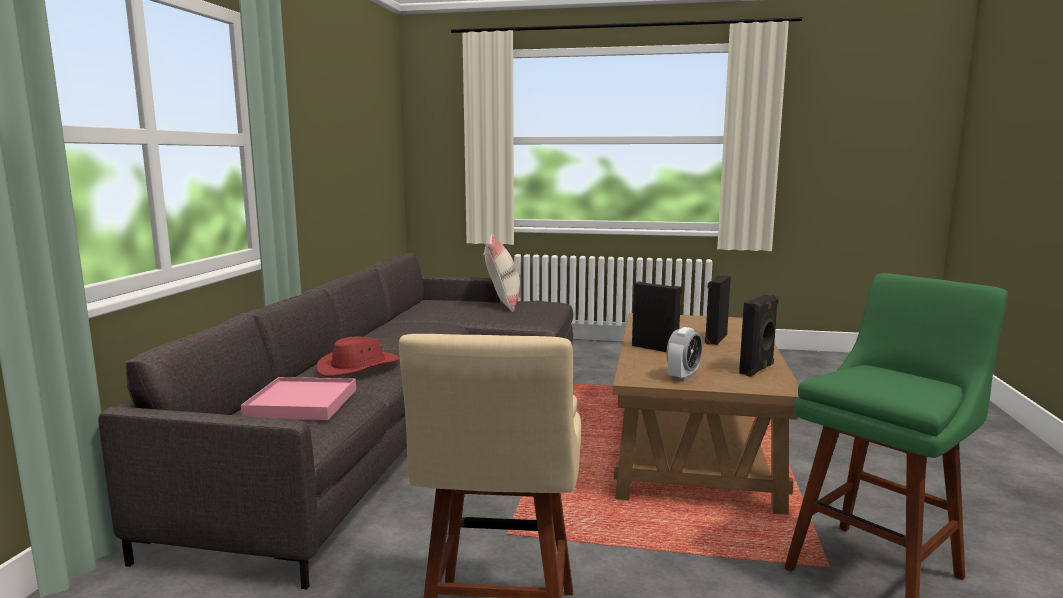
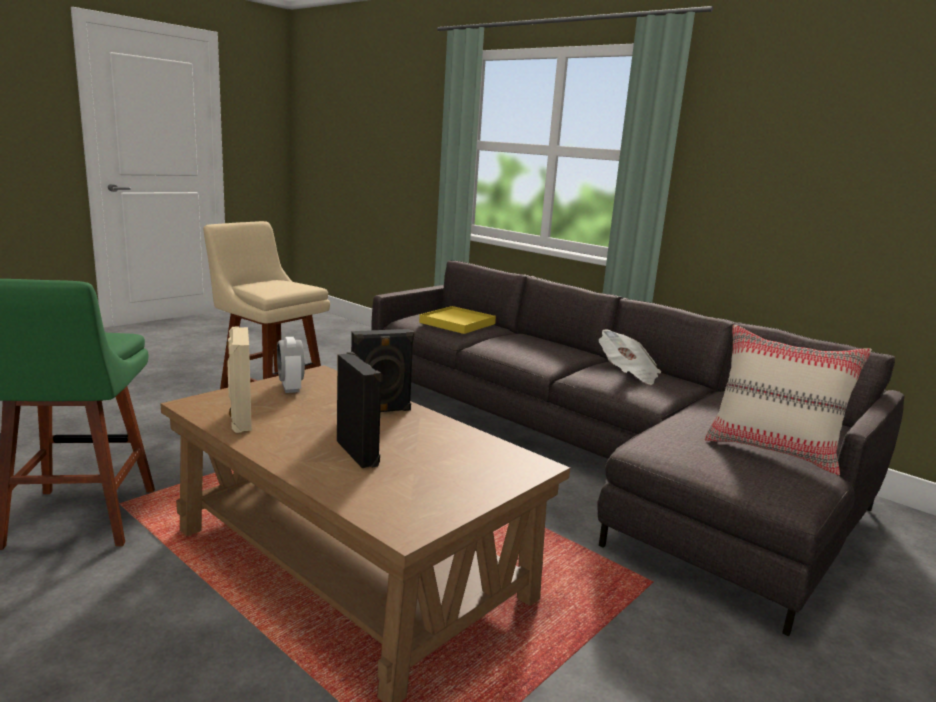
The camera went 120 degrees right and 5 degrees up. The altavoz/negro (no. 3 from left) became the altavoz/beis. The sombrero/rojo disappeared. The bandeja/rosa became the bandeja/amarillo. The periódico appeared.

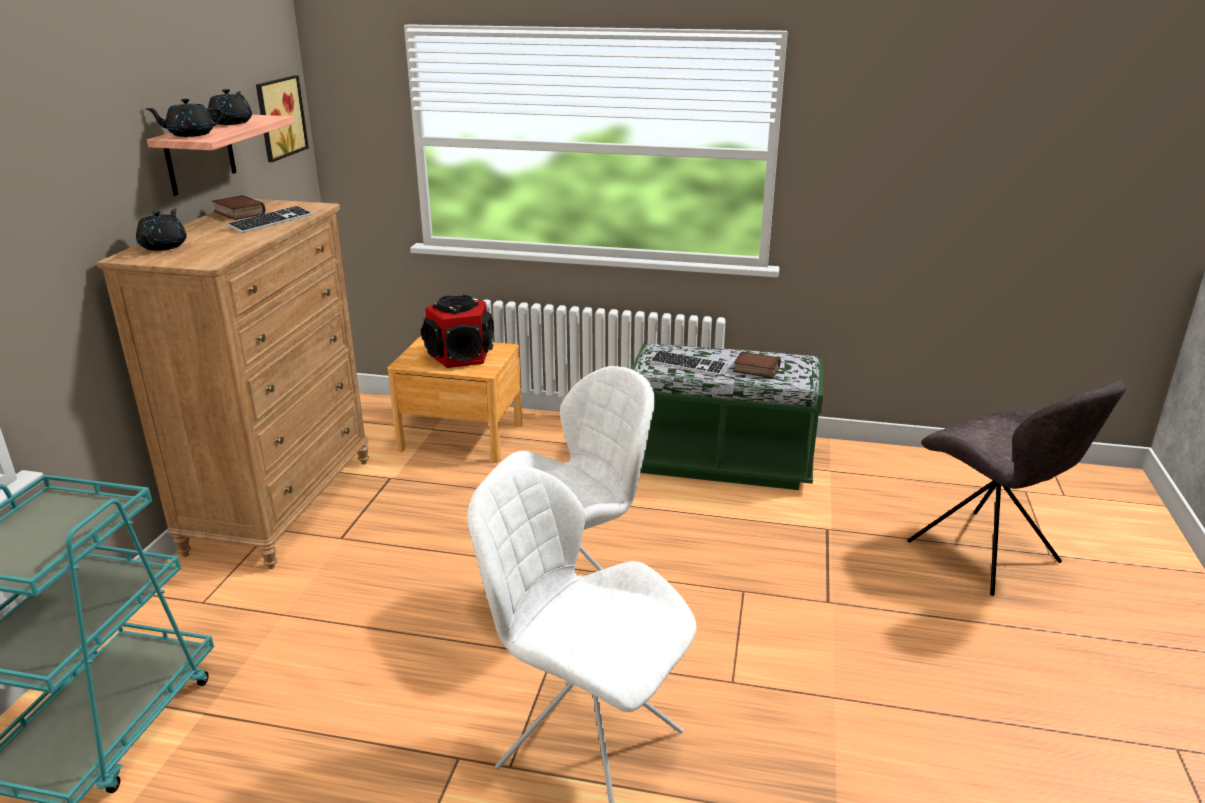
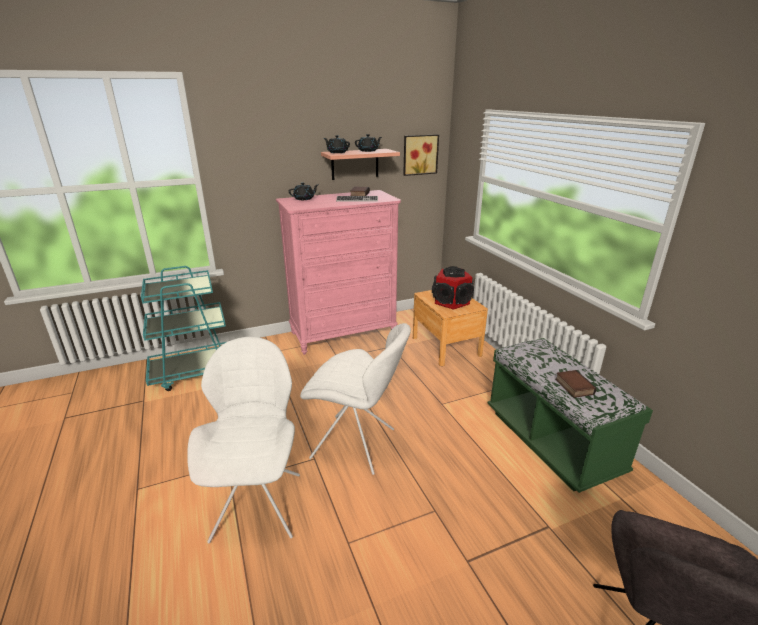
The camera went 55 degrees right and 0 degrees up. The cómoda/marrón became the cómoda/rosa. The teclado (no. 2 from left) disappeared.

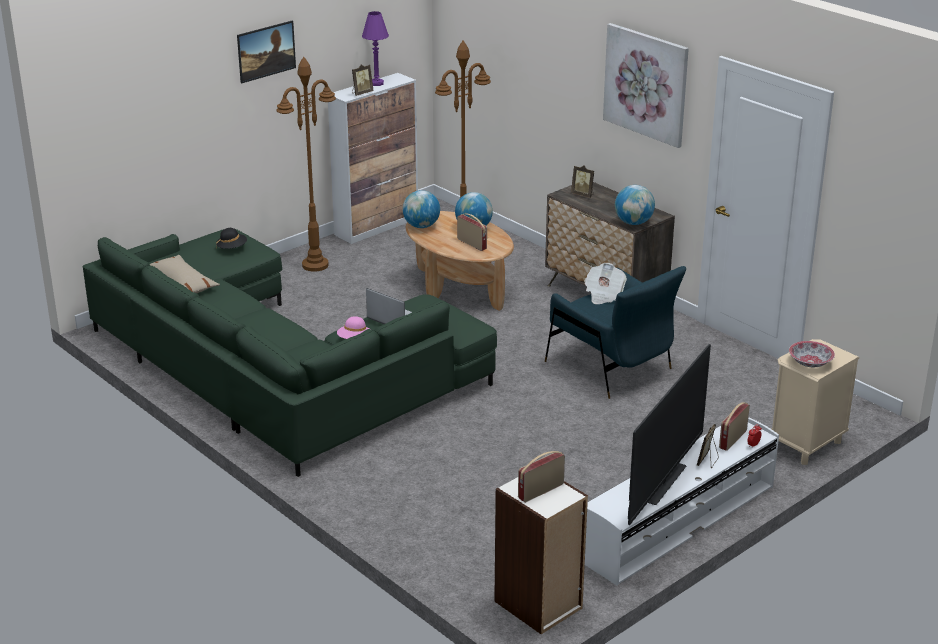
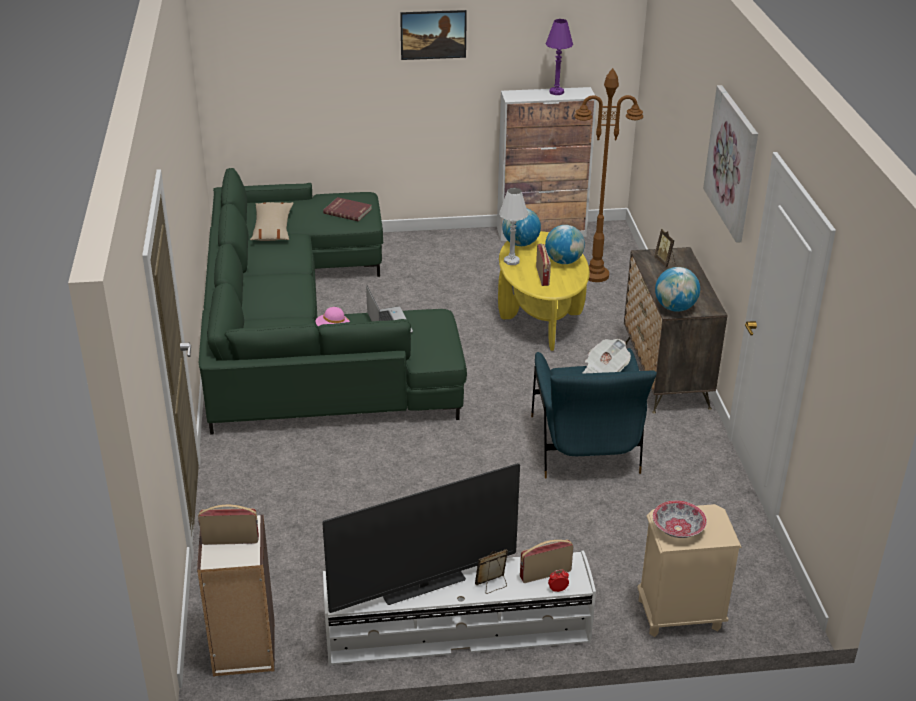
The camera went 35 degrees right and 5 degrees up. The lámpara de pie/marrón (no. 1 from left) disappeared. The portarretratos (no. 1 from left) disappeared. The mesa de centro/marrón became the mesa de centro/amarillo. The sombrero/negro was replaced by the libro/rojo. The lámpara de mesa/blanco appeared.

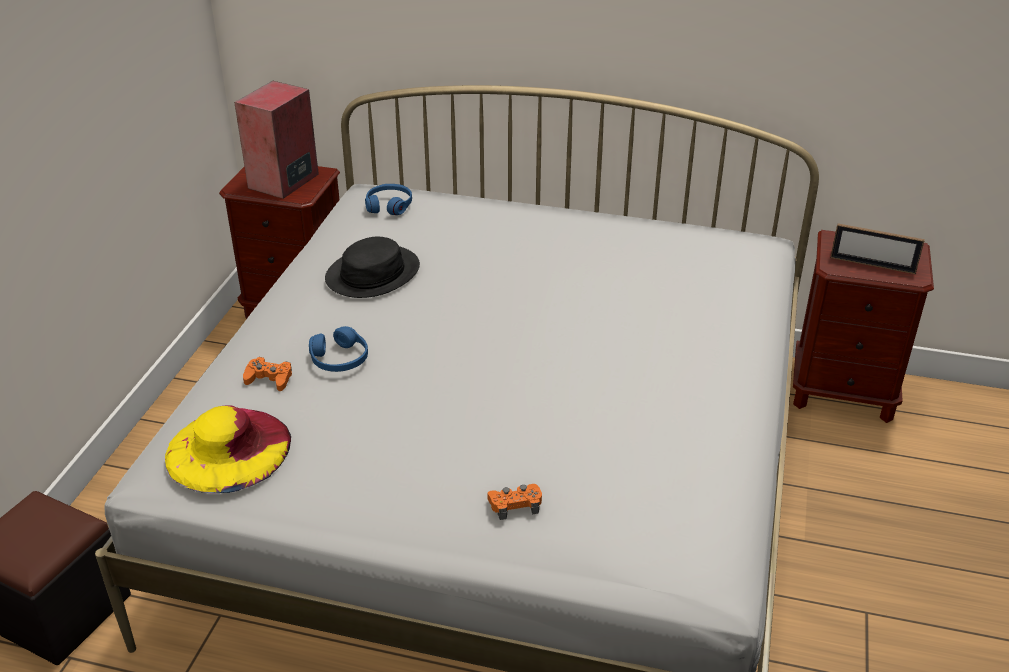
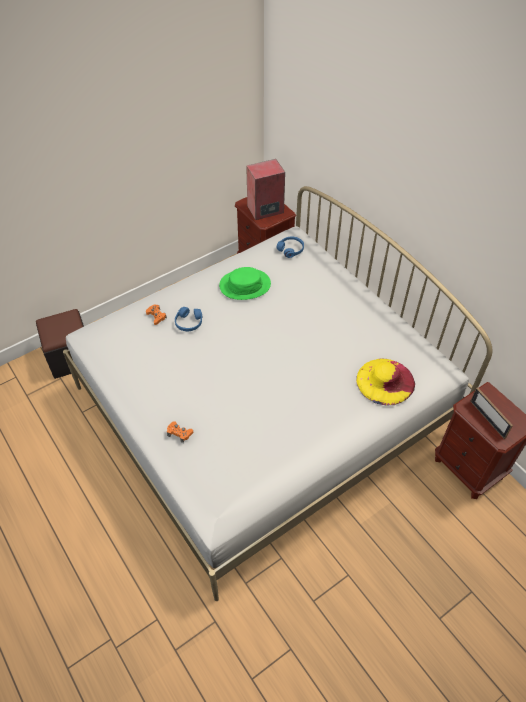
The camera went 40 degrees right and 15 degrees up. The sombrero/negro became the sombrero/verde. The sombrero/amarillo moved.

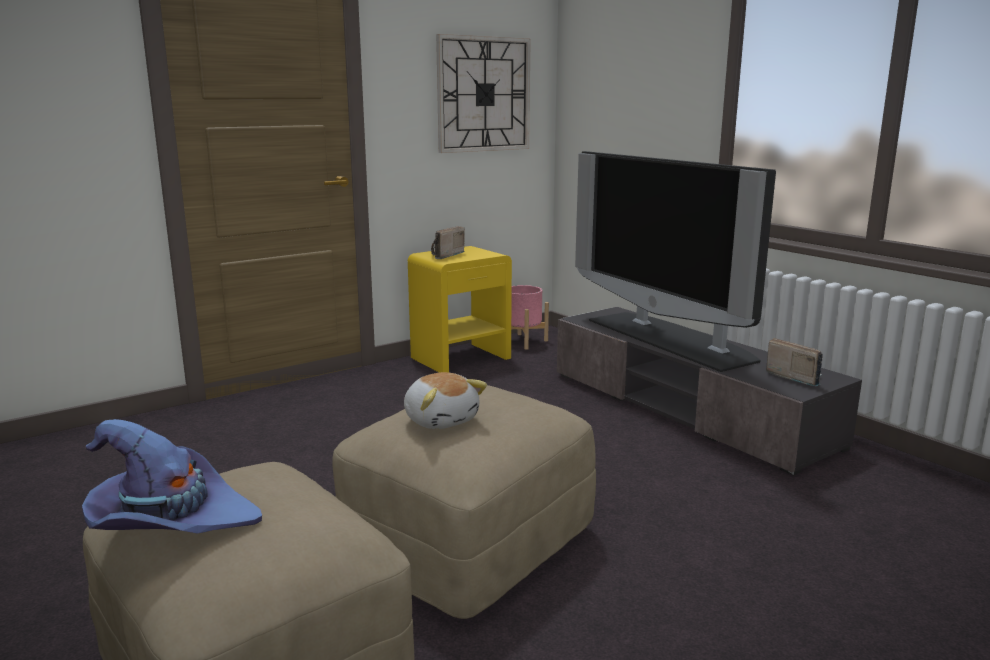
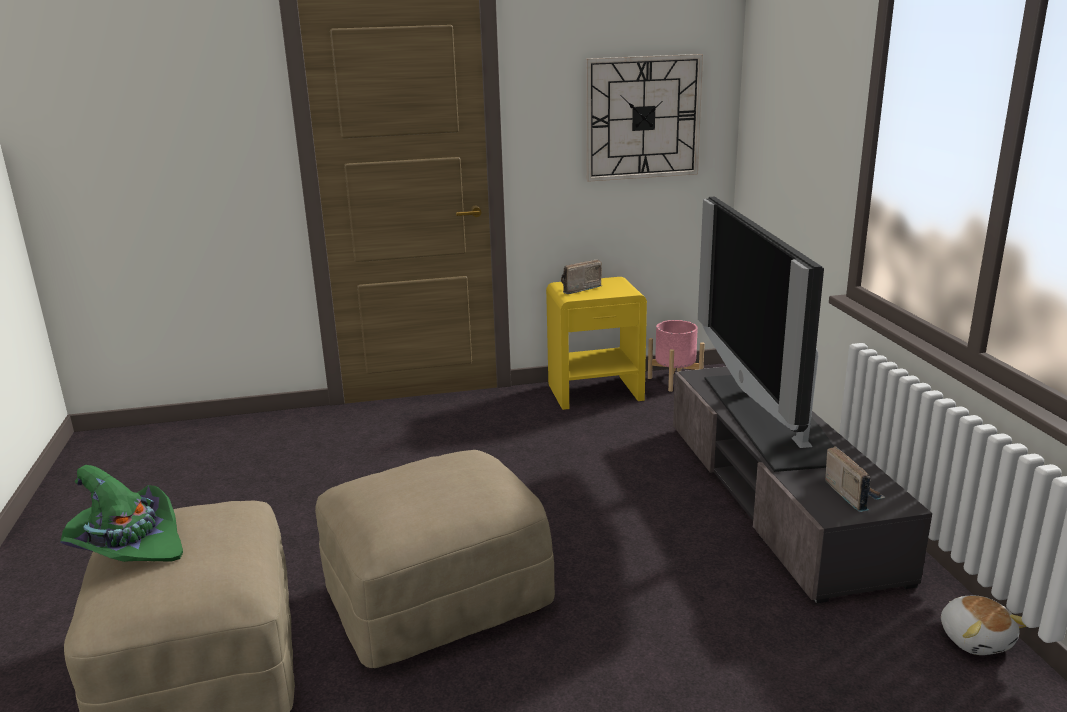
The camera went 25 degrees right and 5 degrees up. The peluche moved. The sombrero/morado became the sombrero/verde.

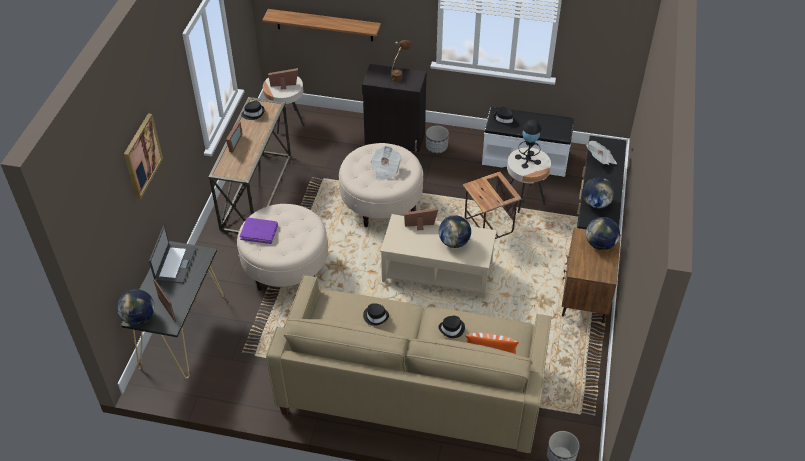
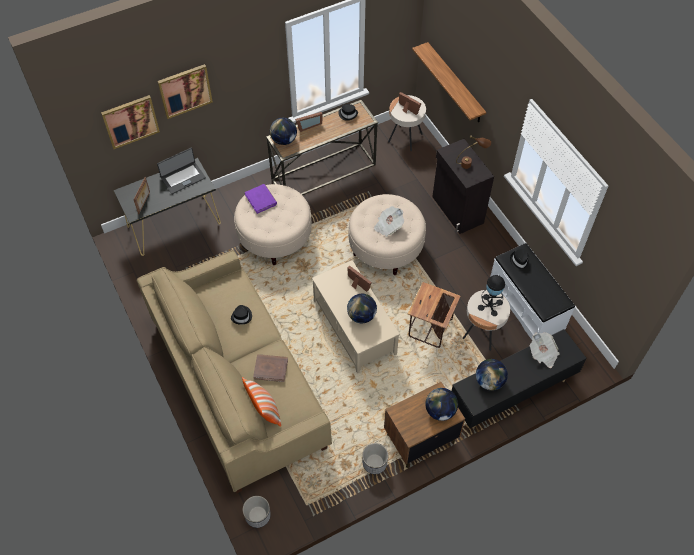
The camera went 50 degrees right and 10 degrees up. The maceta (no. 1 from left in the first image) moved. The globo terráqueo (no. 1 from left) moved. The sombrero/negro (no. 3 from left) was replaced by the libro/marrón. The cuadro (no. 1 from left) appeared.

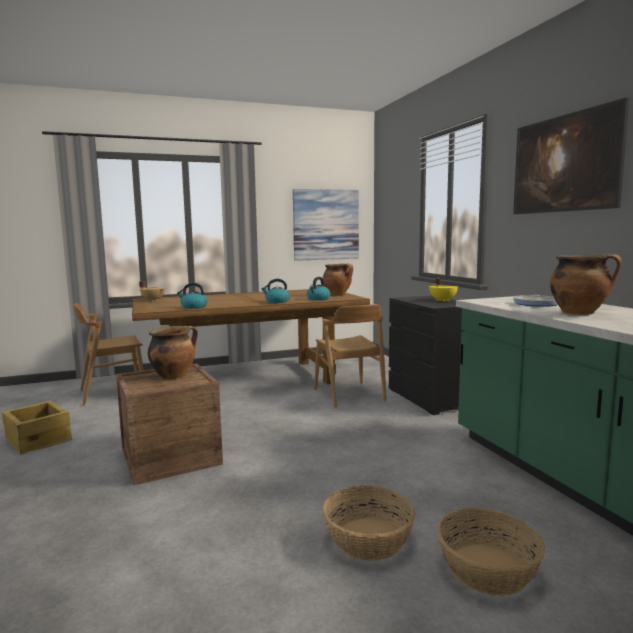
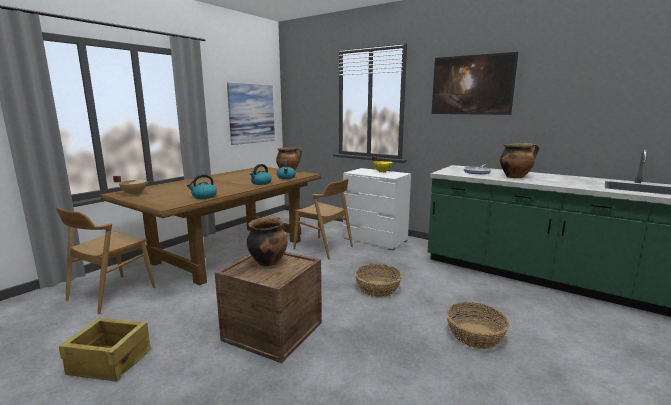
The camera went 35 degrees left and 5 degrees up. The cómoda/negro became the cómoda/blanco. The cesta (no. 2 from left in the first image) moved.

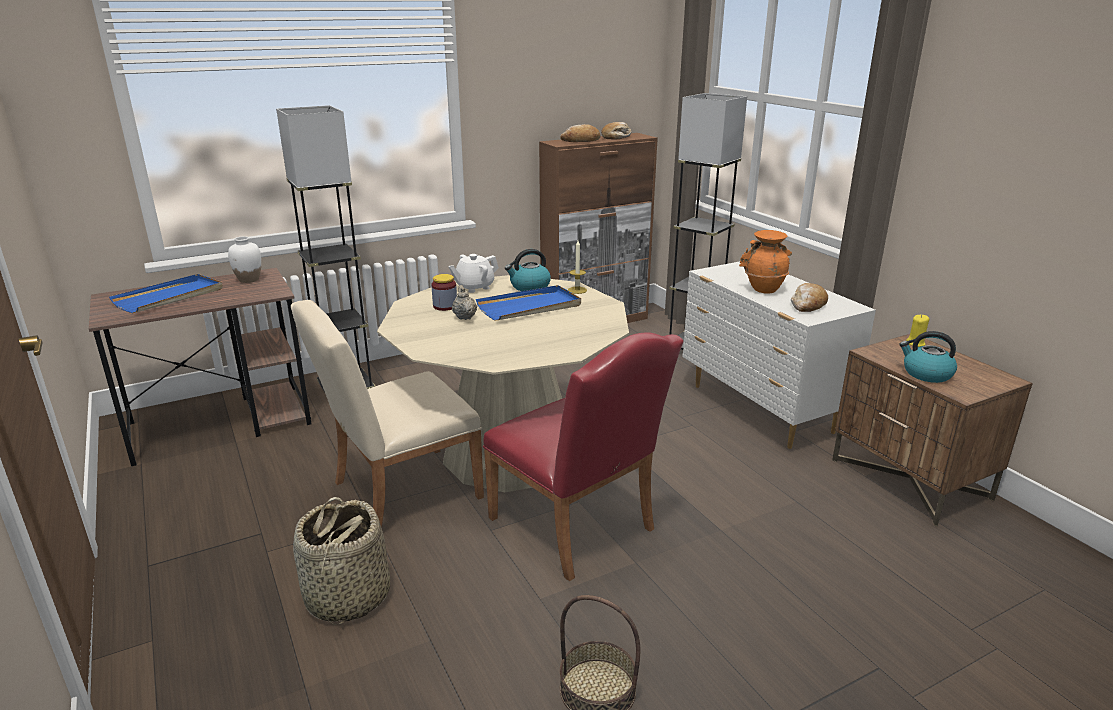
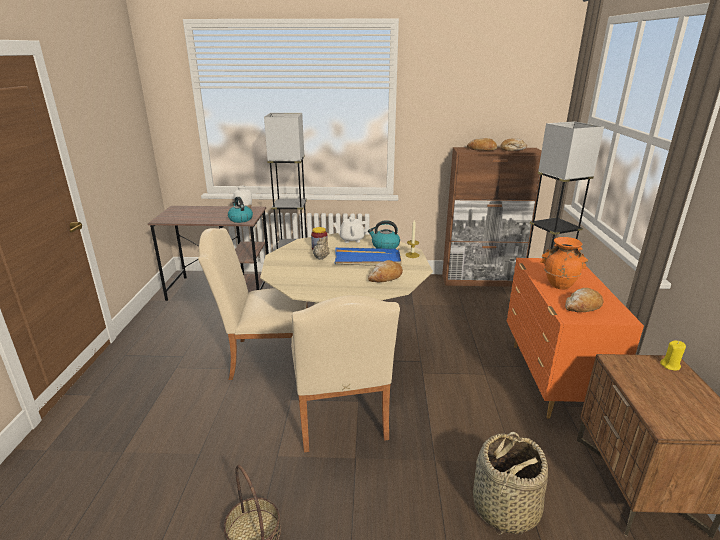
The camera went 30 degrees right and 0 degrees up. The cómoda/blanco became the cómoda/naranja. The bandeja/azul (no. 1 from left) disappeared. The hervidor (no. 2 from left in the first image) moved. The silla/rojo became the silla/beis (no. 2 from left). The cesta (no. 1 from left in the first image) moved. The pan (no. 1 from left) appeared.

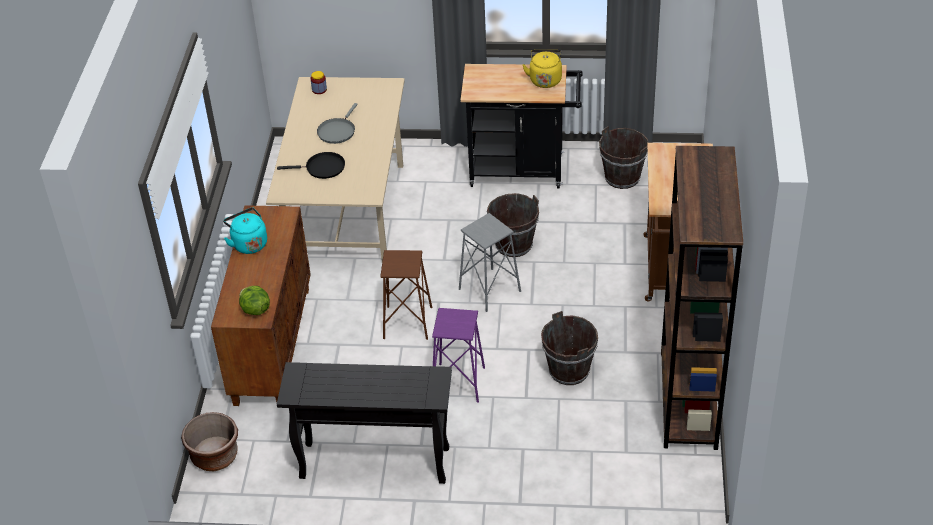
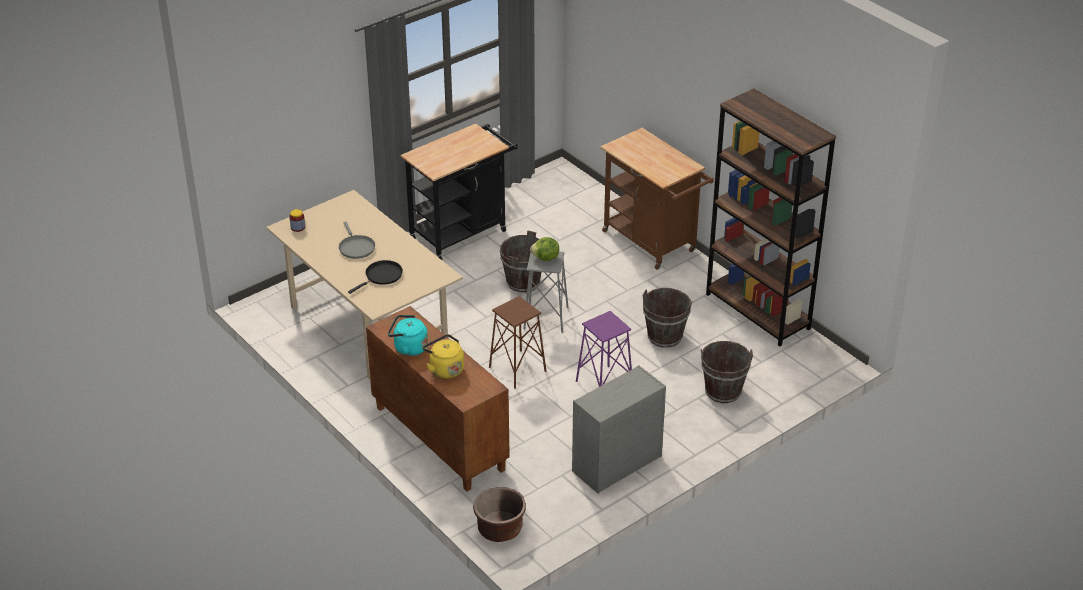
The camera went 45 degrees left and 5 degrees down. The hervidor/amarillo moved. The cubo/marrón (no. 3 from left) moved. The lechuga moved. The mesa consola/negro was replaced by the cómoda/gris.

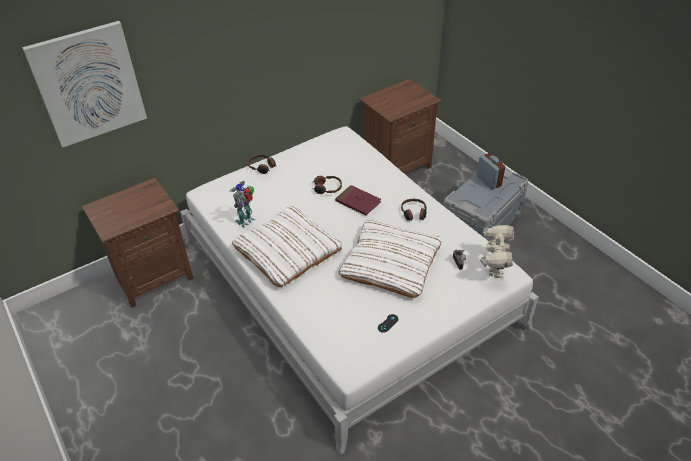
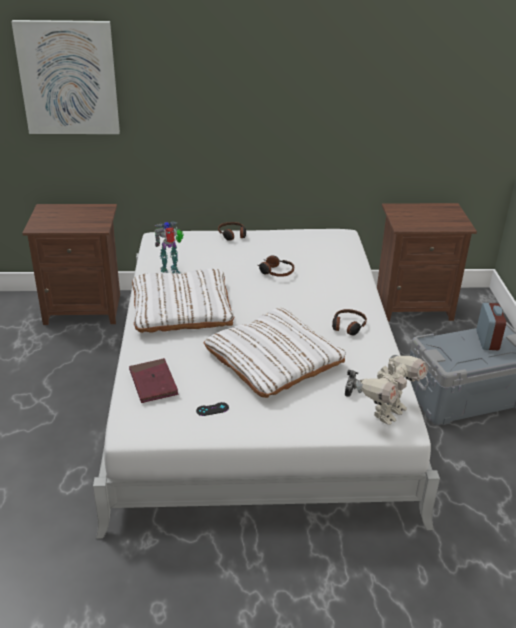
The camera went 30 degrees right and 10 degrees down. The libro/rojo moved.

